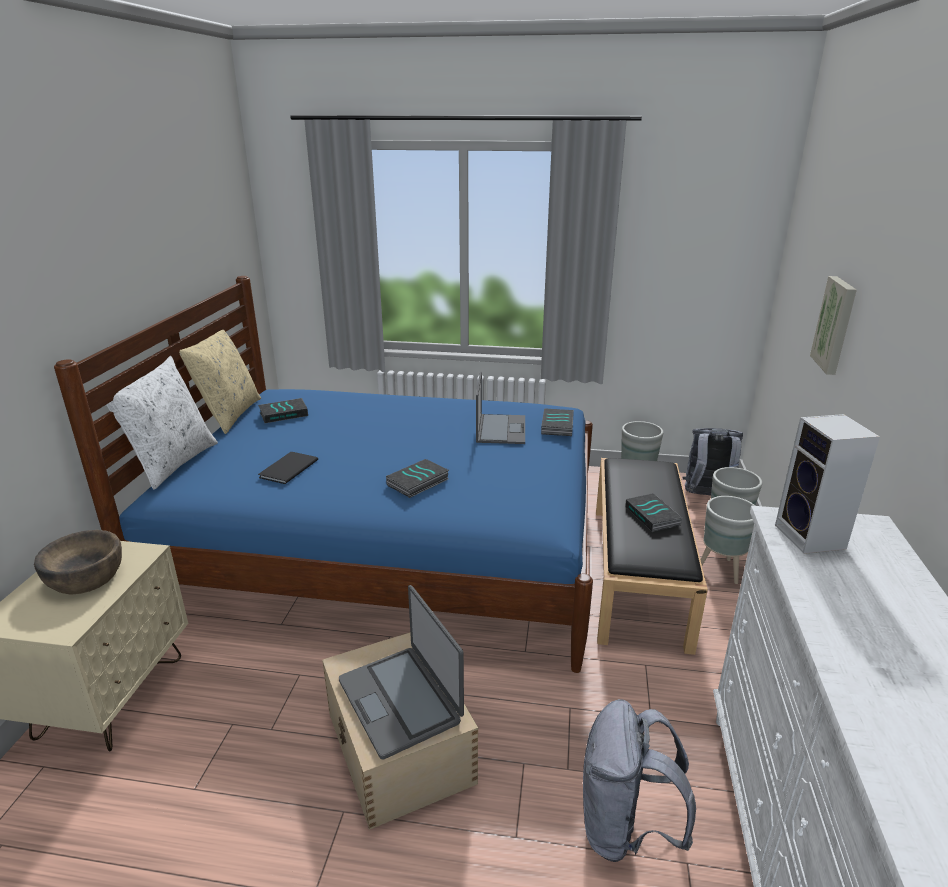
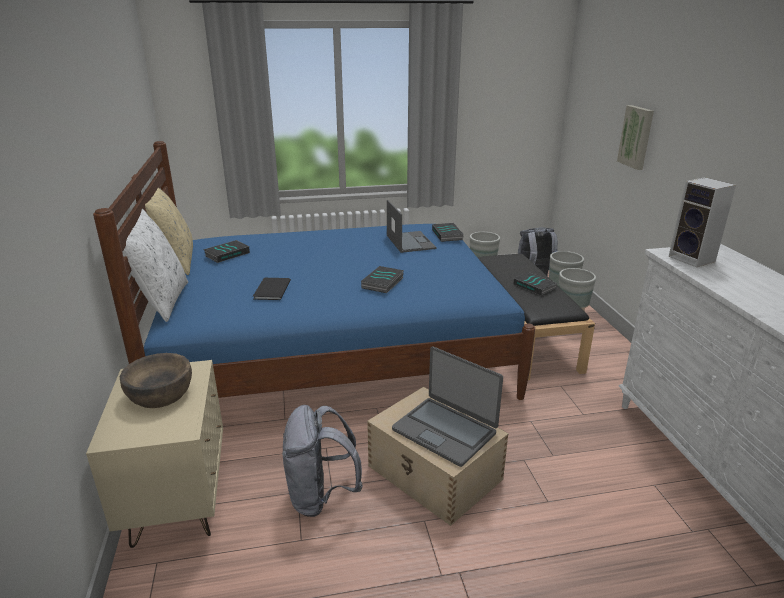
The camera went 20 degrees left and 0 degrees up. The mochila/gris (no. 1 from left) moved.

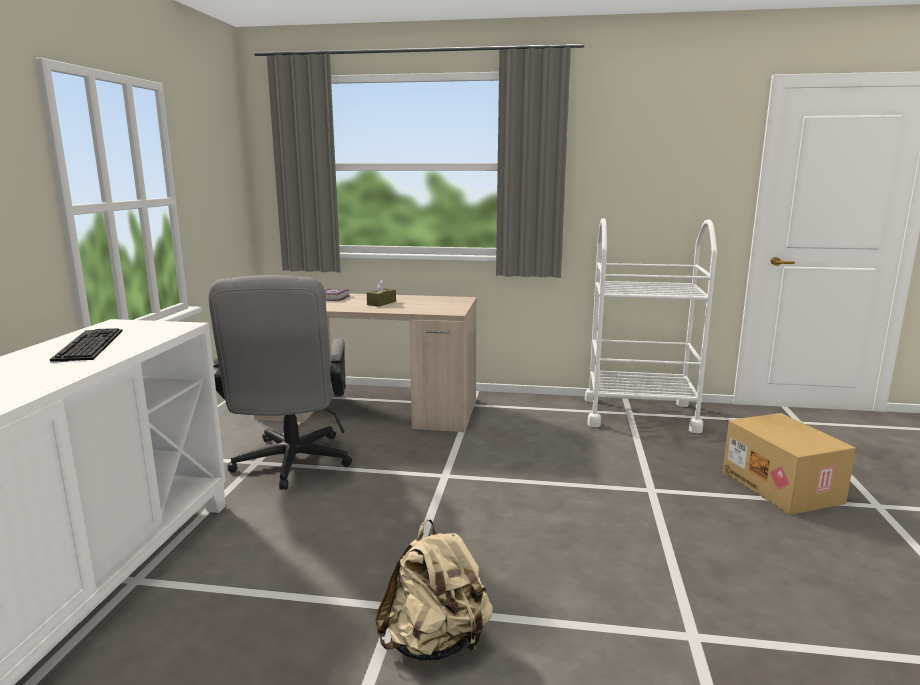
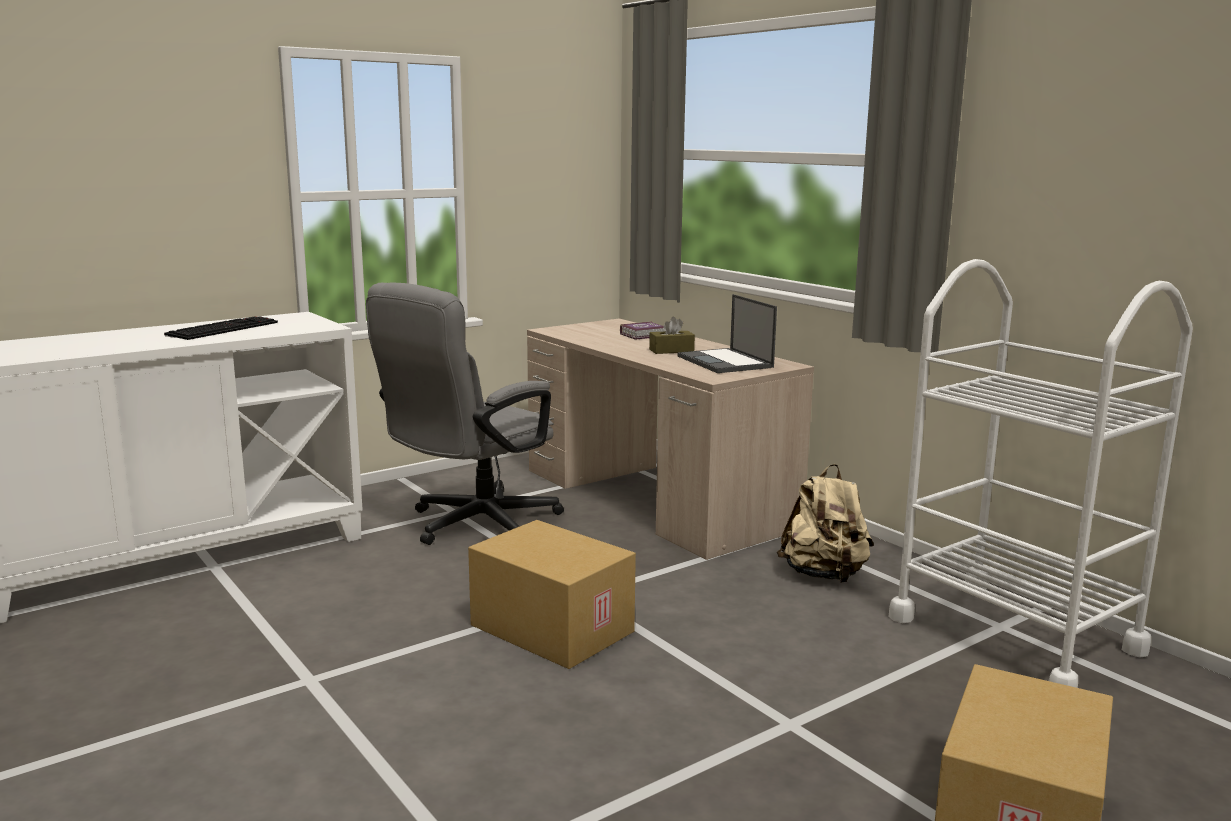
The camera went 45 degrees right and 0 degrees up. The mochila/beis moved. The portátil appeared. The caja de cartón (no. 1 from left) appeared.

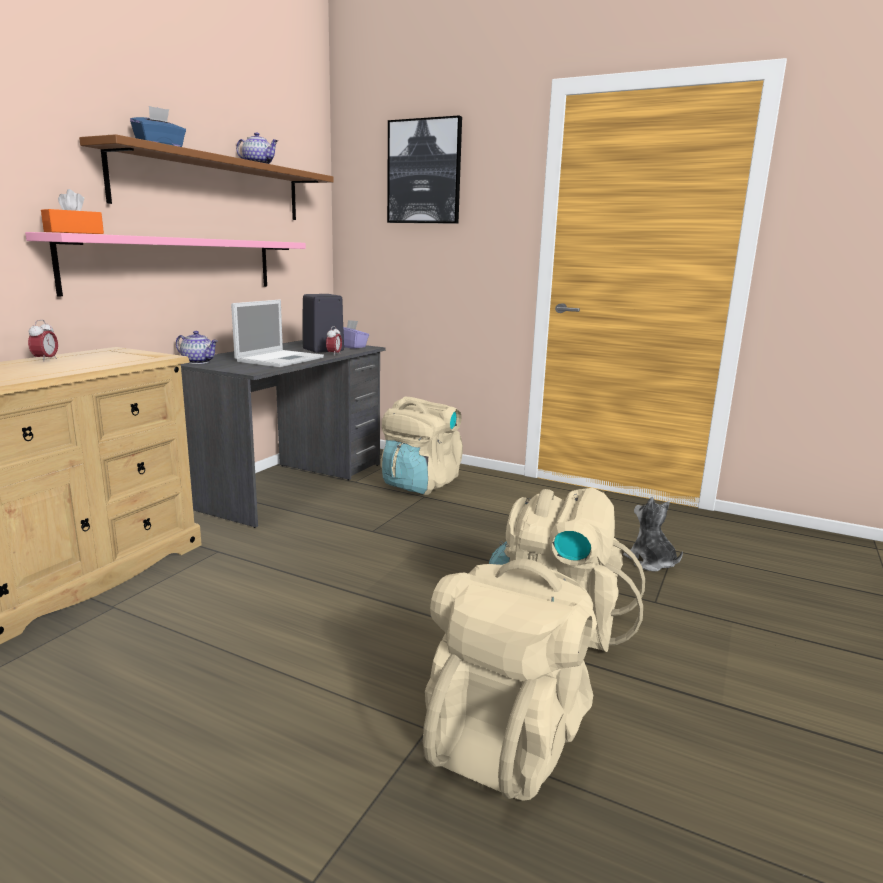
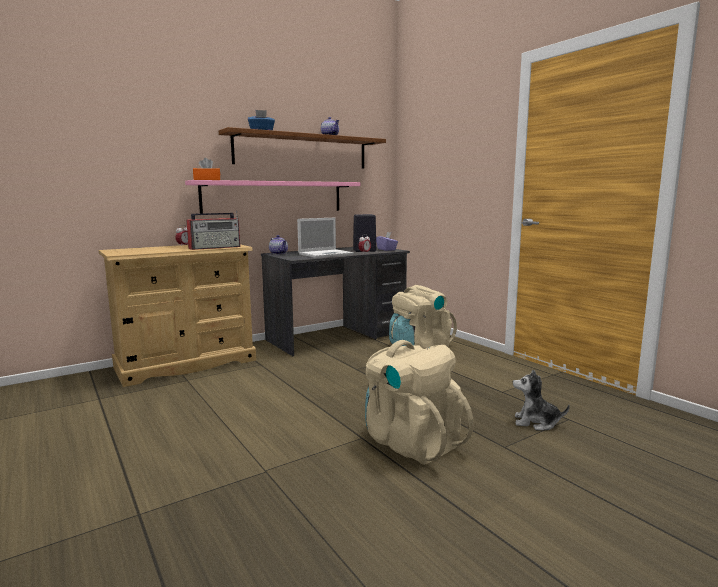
The camera went 30 degrees right and 5 degrees down. The cuadro disappeared. The peluche turned 75 degrees counterclockwise. The mochila/beis (no. 2 from left) disappeared. The radio appeared.

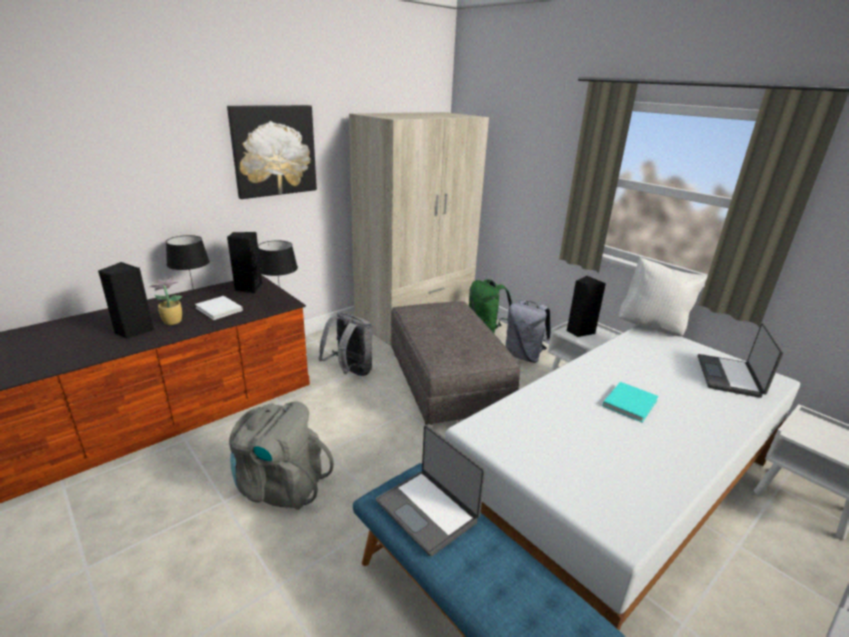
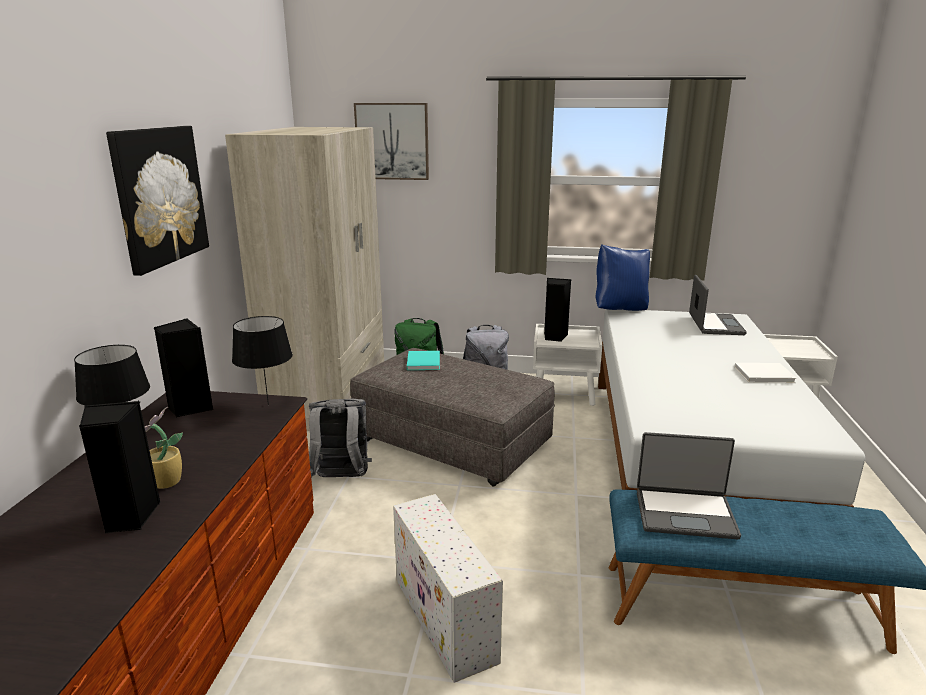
The camera went 40 degrees left and 5 degrees down. The cojín/blanco became the cojín/azul. The libro/blanco moved. The portátil (no. 2 from left) turned 150 degrees counterclockwise. The libro/turquesa moved. The mochila/gris (no. 1 from left) was replaced by the caja de almacenaje/blanco. The cuadro (no. 2 from left) appeared.

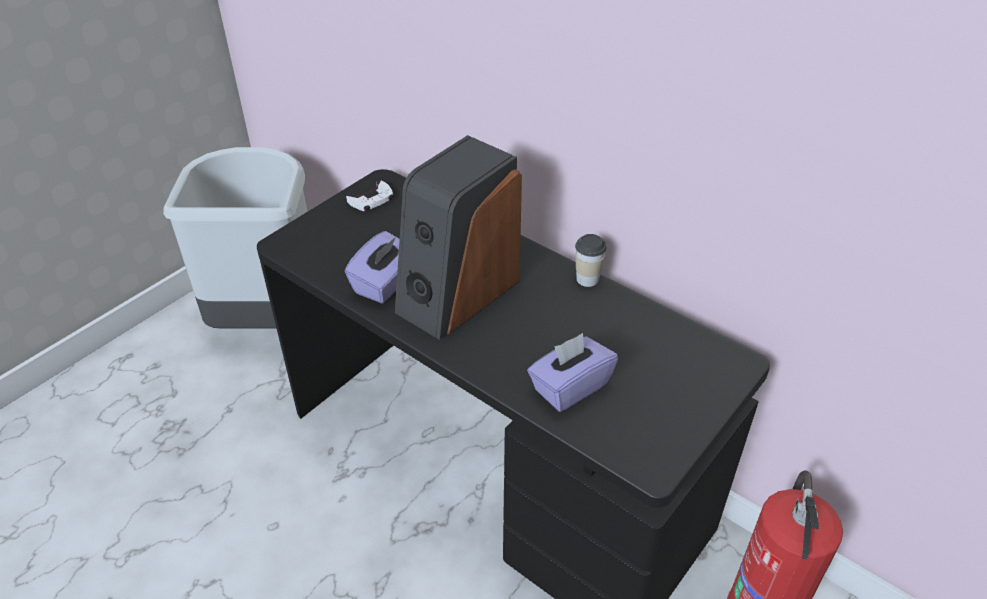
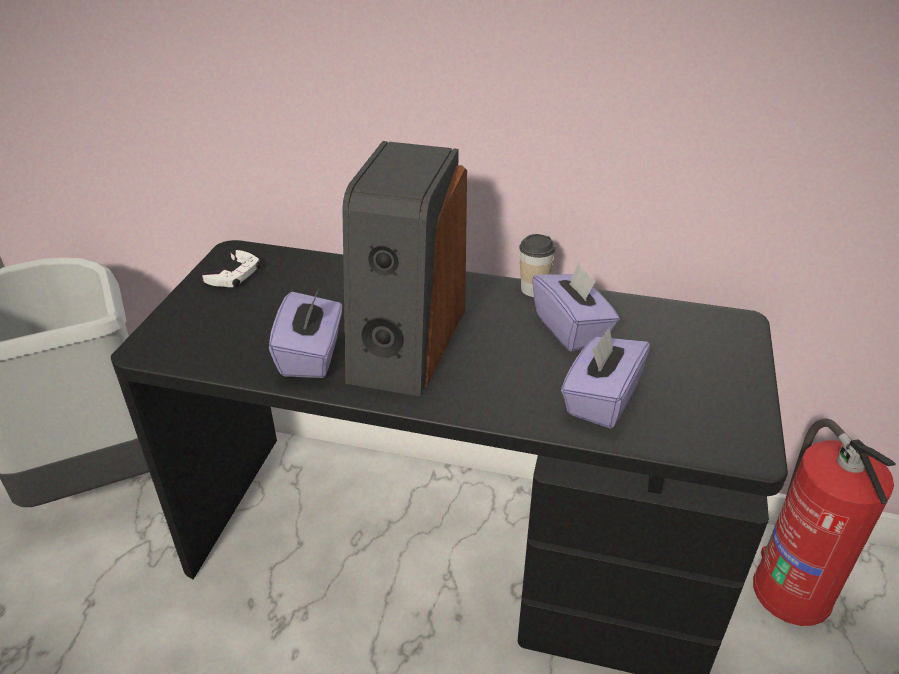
The camera went 25 degrees left and 5 degrees down. The caja de pañuelos/morado (no. 2 from left) appeared.

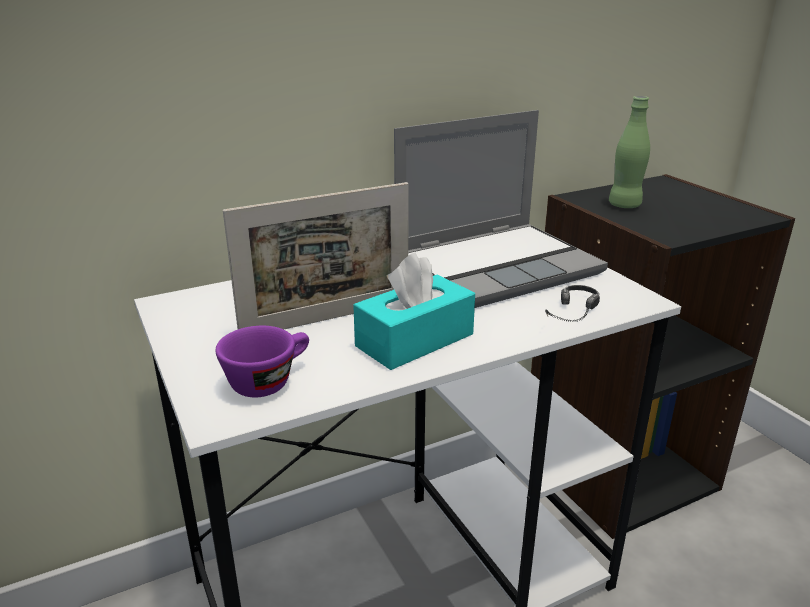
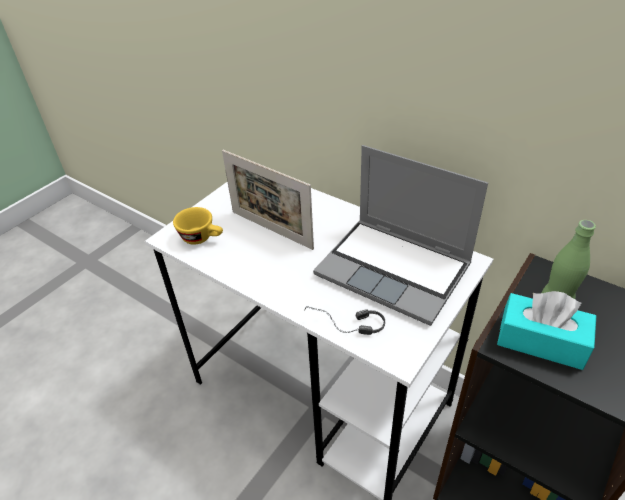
The camera went 65 degrees right and 15 degrees up. The caja de pañuelos/turquesa moved. The taza/morado became the taza/amarillo.

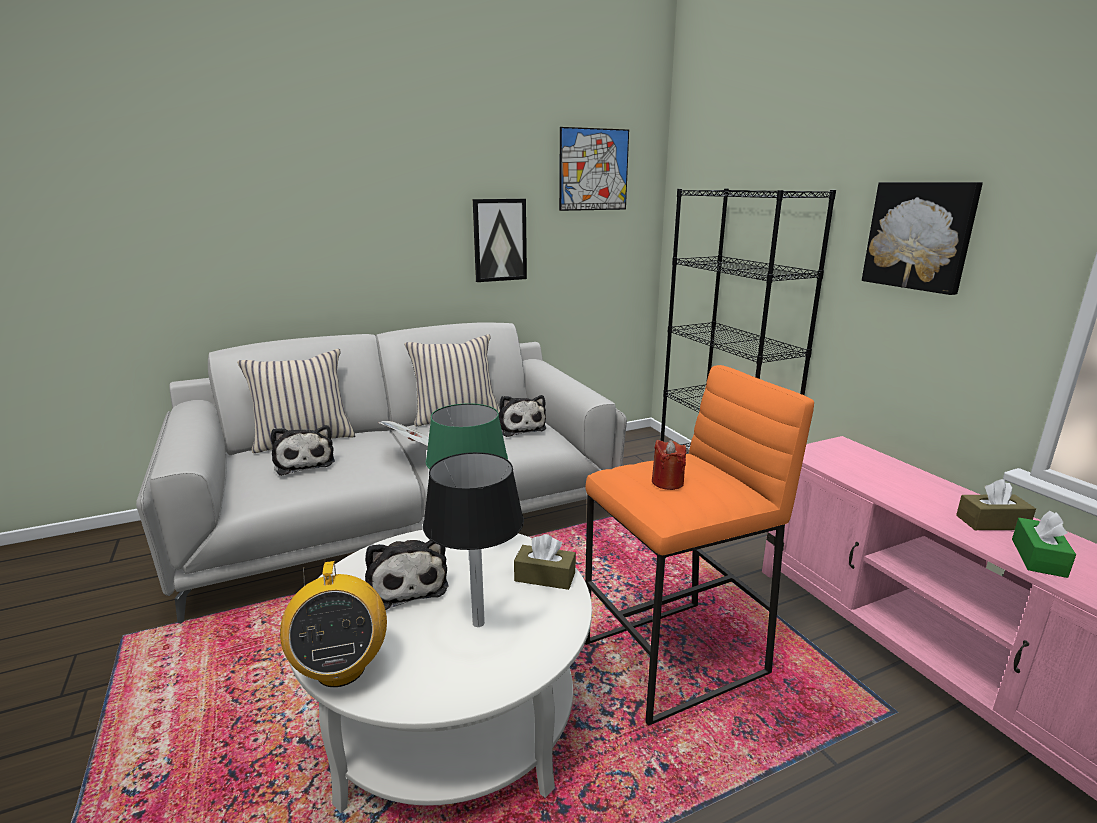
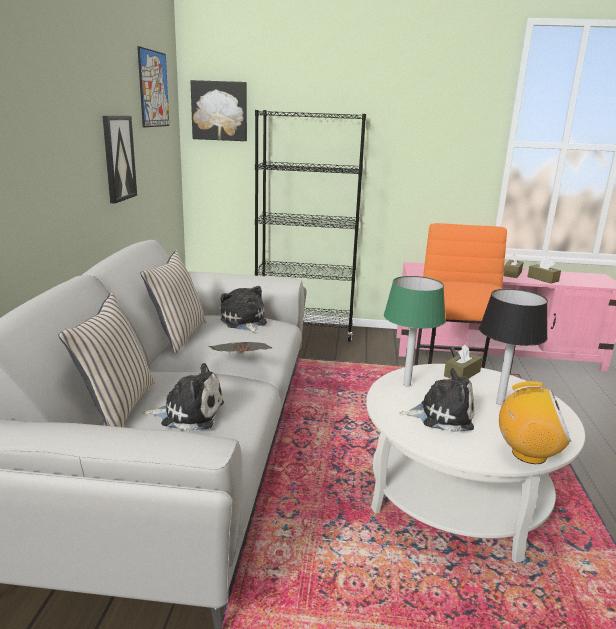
The camera went 60 degrees left and 0 degrees up. The cuadro (no. 3 from left) moved. The peluche (no. 3 from left in the first image) turned 120 degrees counterclockwise. The vela/rojo disappeared. The caja de pañuelos/verde became the caja de pañuelos/marrón (no. 3 from left).

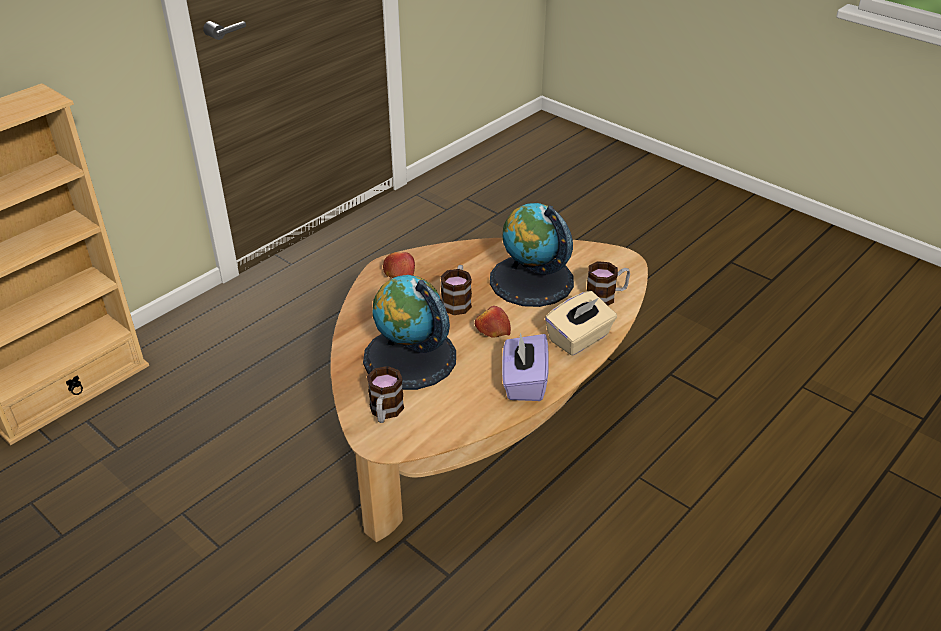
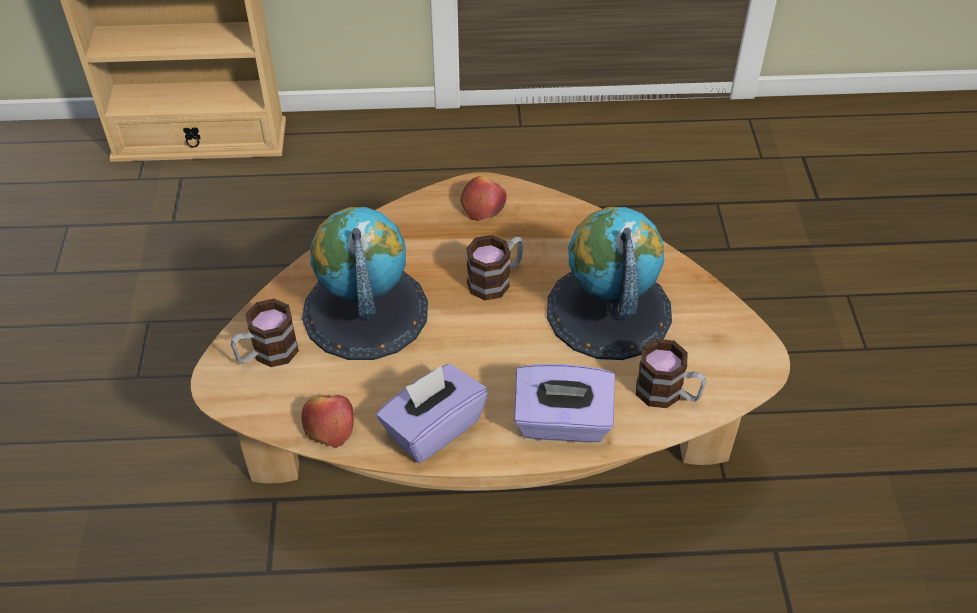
The camera went 45 degrees right and 10 degrees up. The caja de pañuelos/beis became the caja de pañuelos/morado (no. 2 from left). The manzana (no. 2 from left in the first image) moved.

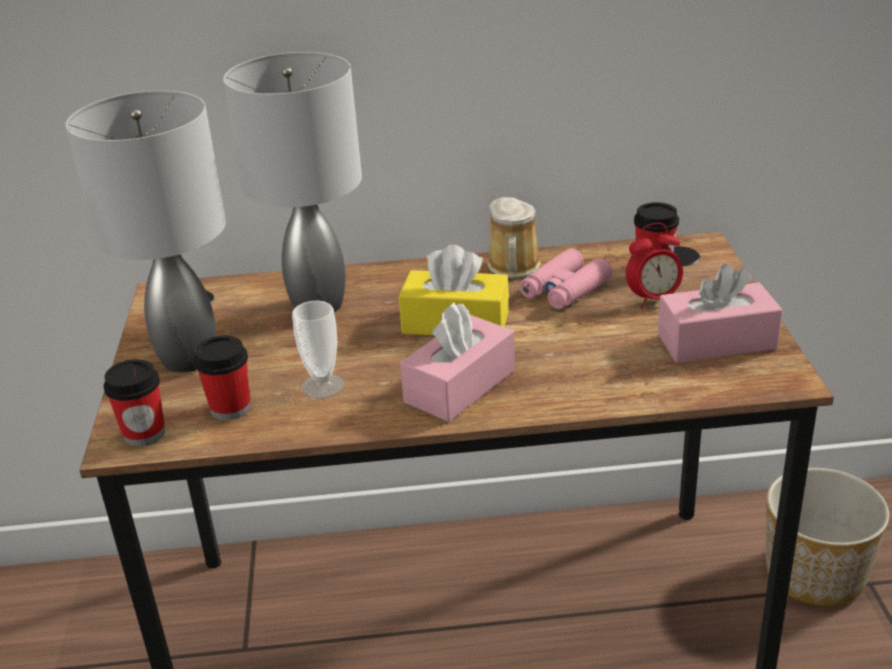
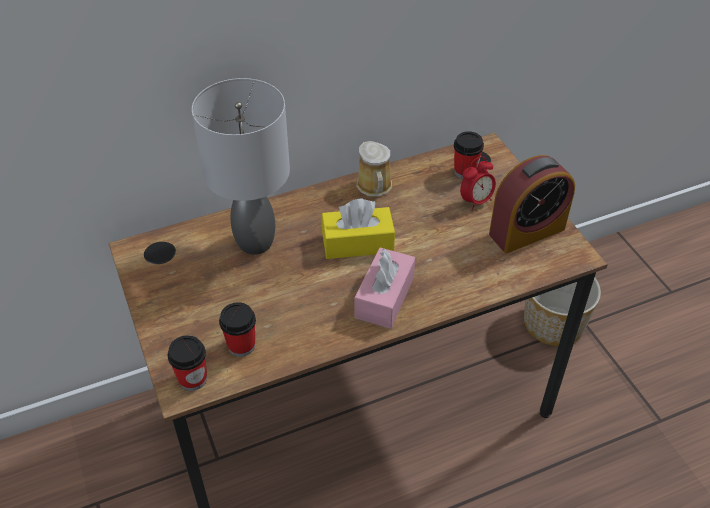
The camera went 20 degrees left and 15 degrees up. The lámpara de mesa/gris (no. 1 from left) disappeared. The prismáticos/rosa disappeared. The caja de pañuelos/rosa (no. 2 from left) was replaced by the despertador (no. 2 from left). The taza (no. 3 from left) disappeared.

